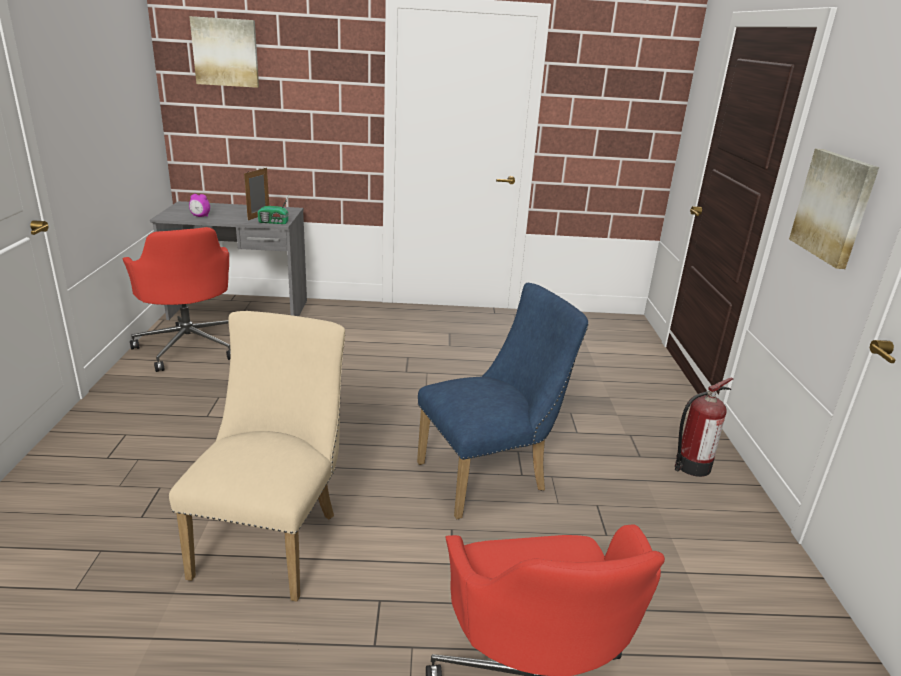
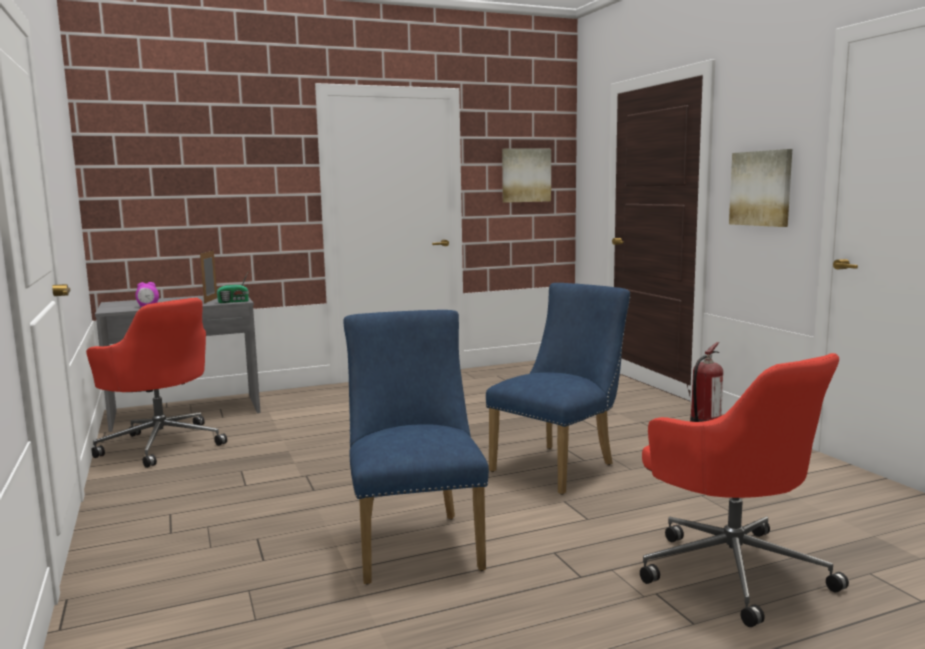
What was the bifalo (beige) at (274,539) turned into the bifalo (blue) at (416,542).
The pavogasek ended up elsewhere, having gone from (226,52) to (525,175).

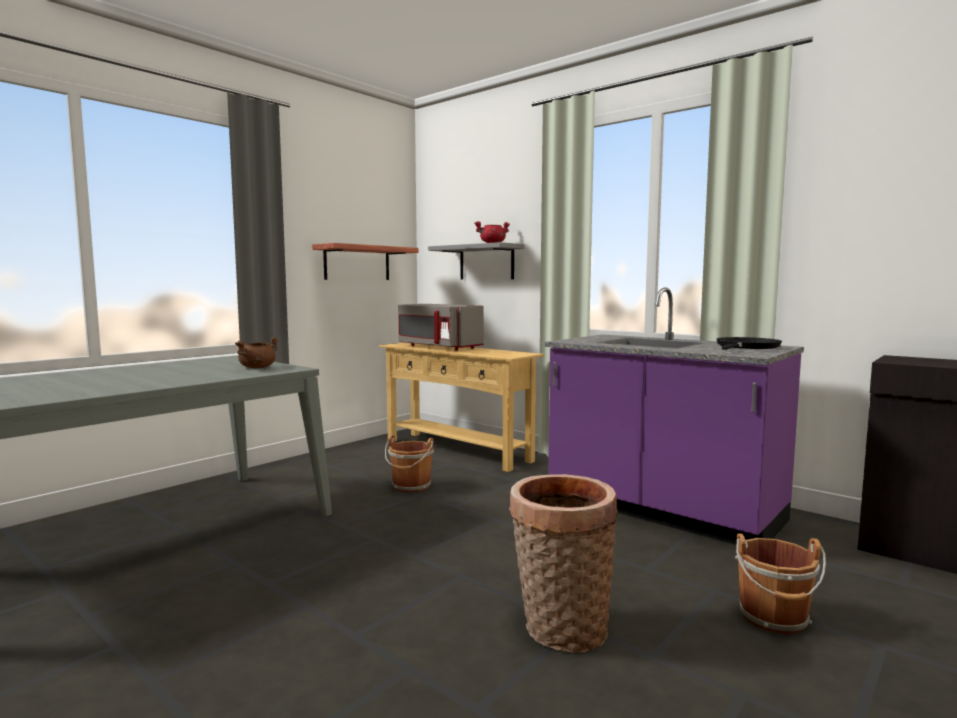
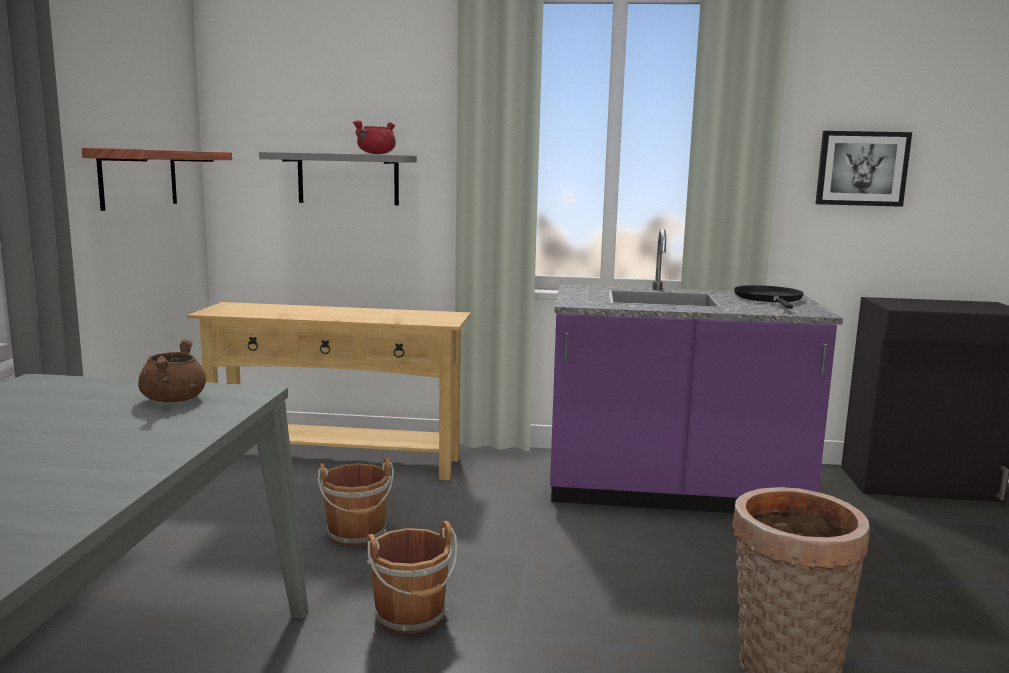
The second view lost the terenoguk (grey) at (438,347).
The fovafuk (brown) ended up elsewhere, having gone from (774,619) to (412,617).
The second view gained the pavogasek at (861,168).

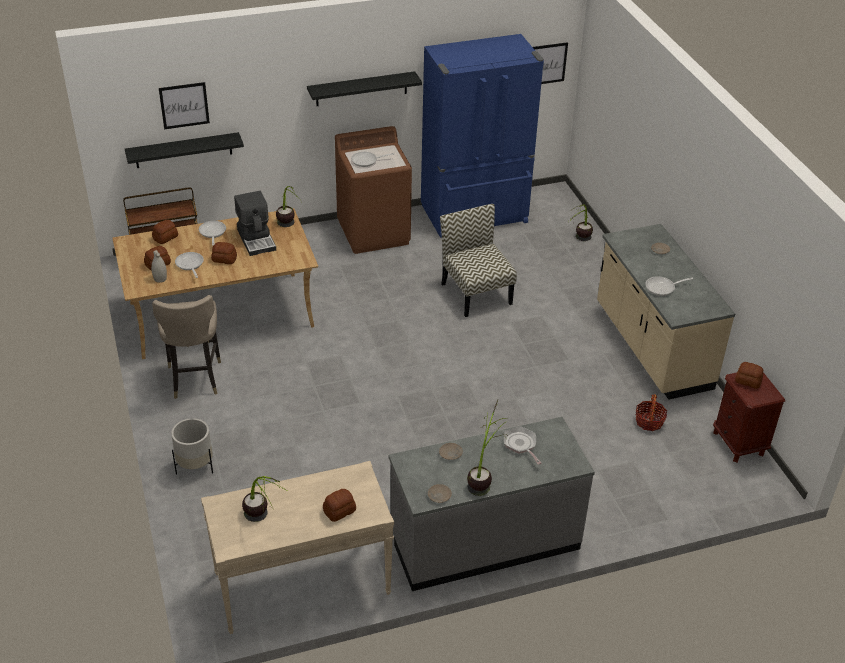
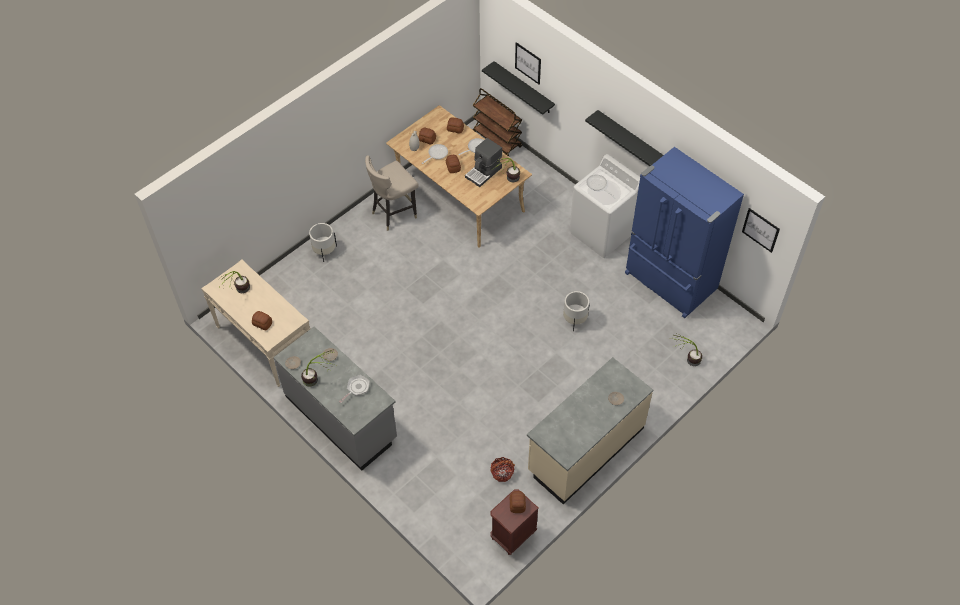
What was the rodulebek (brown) at (374,232) turned into the rodulebek (white) at (602,233).
Where the bifalo stood at (475,293), the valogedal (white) came to stand at (575,319).
The second view lost the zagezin at (662,288).

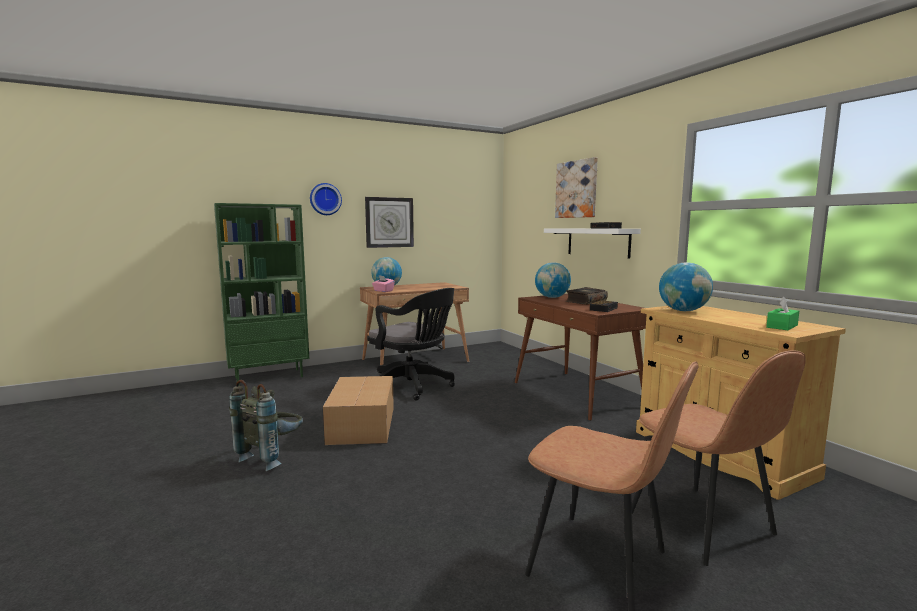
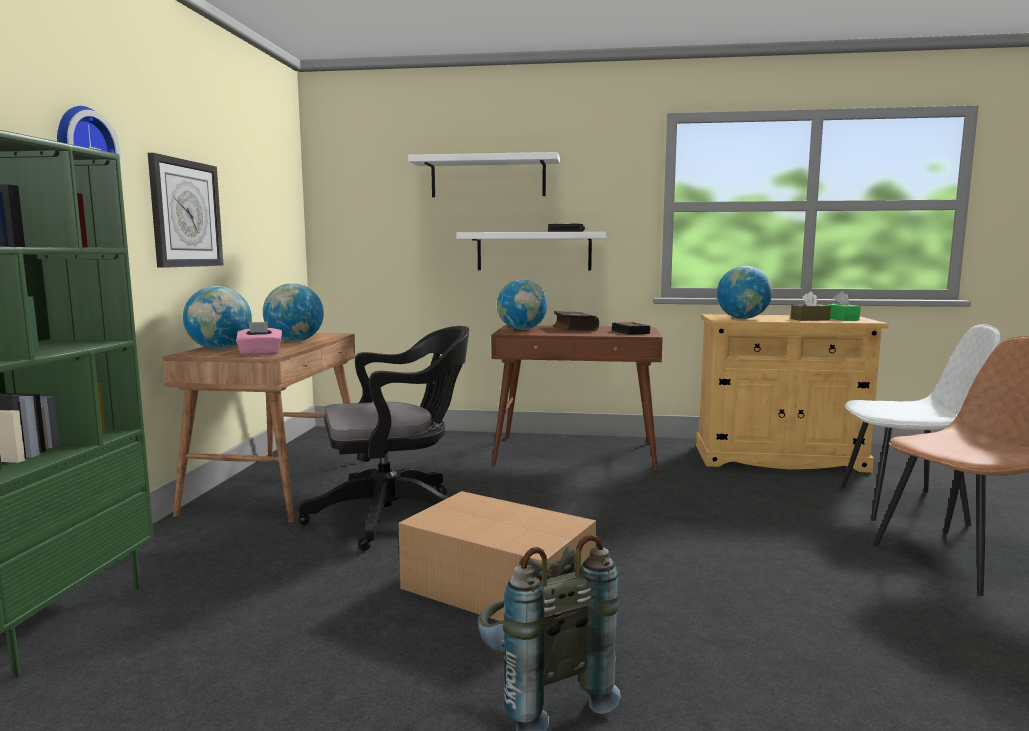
Where the pavogasek hung at (576,189), the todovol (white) came to hang at (488,177).
What was the bifalo (brown) at (703,525) turned into the bifalo (white) at (905,506).
The second view gained the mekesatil at (294,341).
The second view gained the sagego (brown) at (809,319).

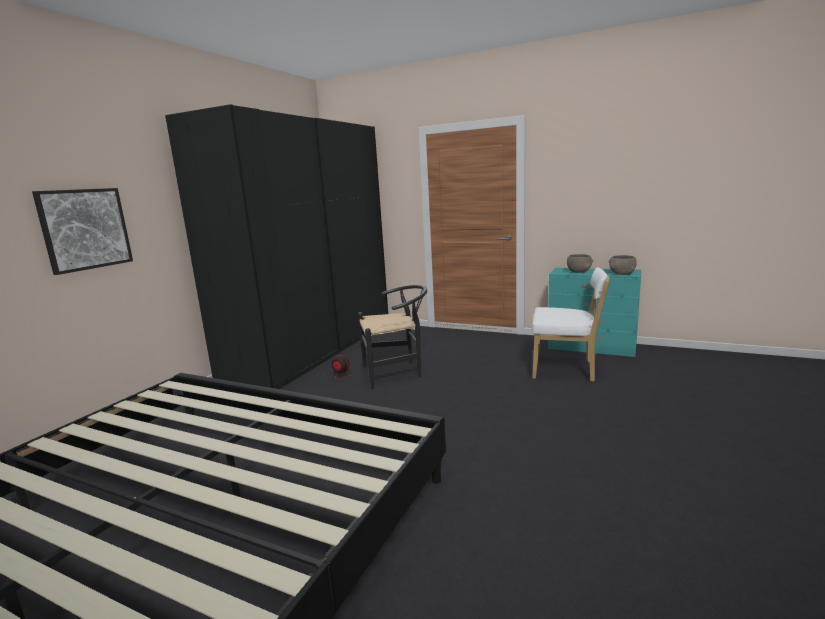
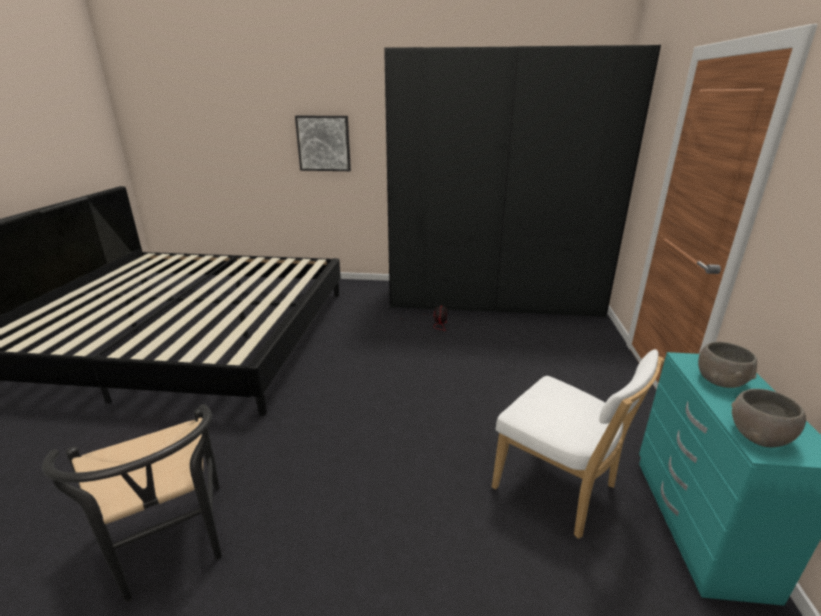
The bifalo (black) ended up elsewhere, having gone from (397,372) to (170,548).
The bifalo (white) at (566,370) ended up facing another way, 45 degrees counterclockwise from before.

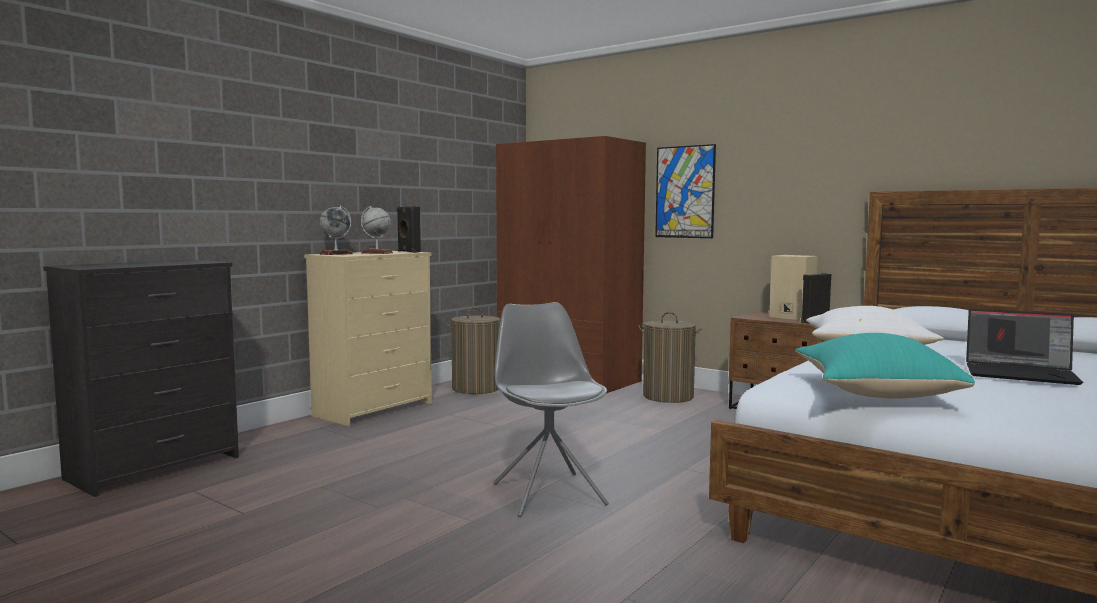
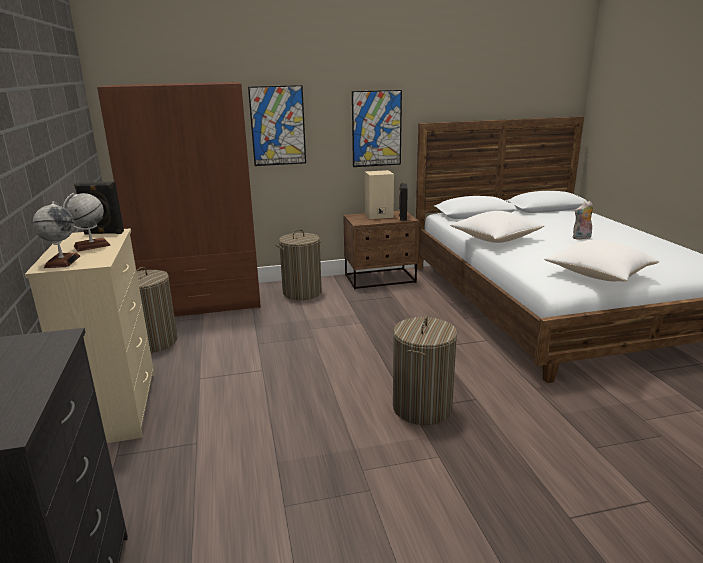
Where the bifalo (grey) stood at (548,493), the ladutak came to stand at (422,407).
What was the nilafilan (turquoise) at (873,394) turned into the nilafilan (white) at (596,276).
Where the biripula stood at (1021,374), the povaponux came to stand at (581,238).
The second view gained the pavogasek at (376,129).

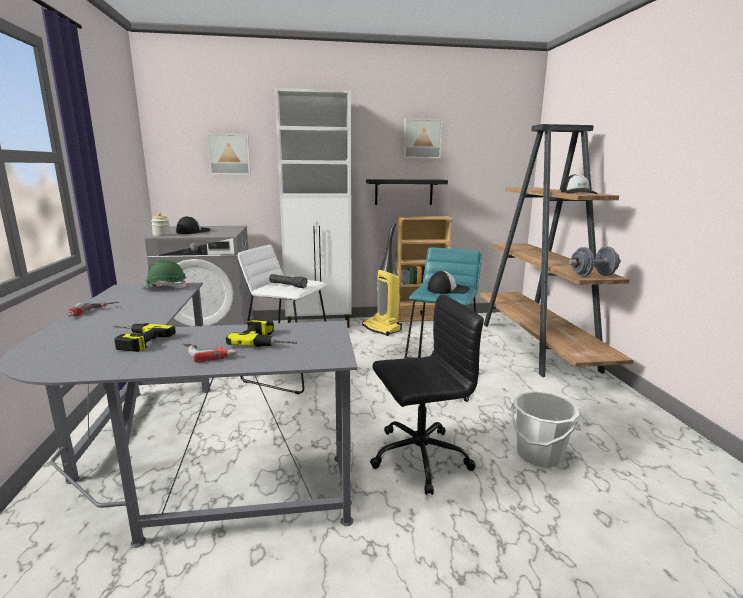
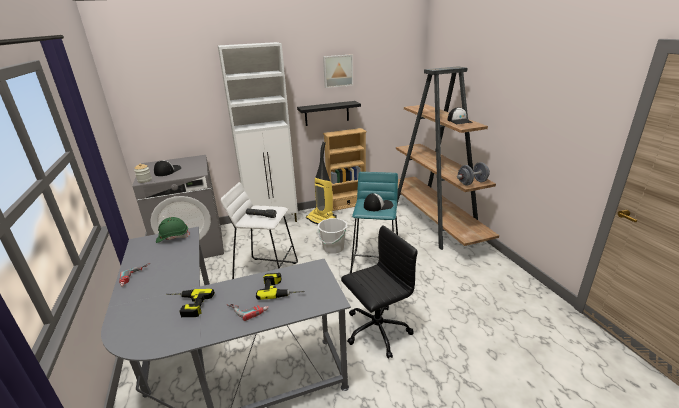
The second view lost the pavogasek at (229,154).
The fovafuk (white) ended up elsewhere, having gone from (538,455) to (333,248).

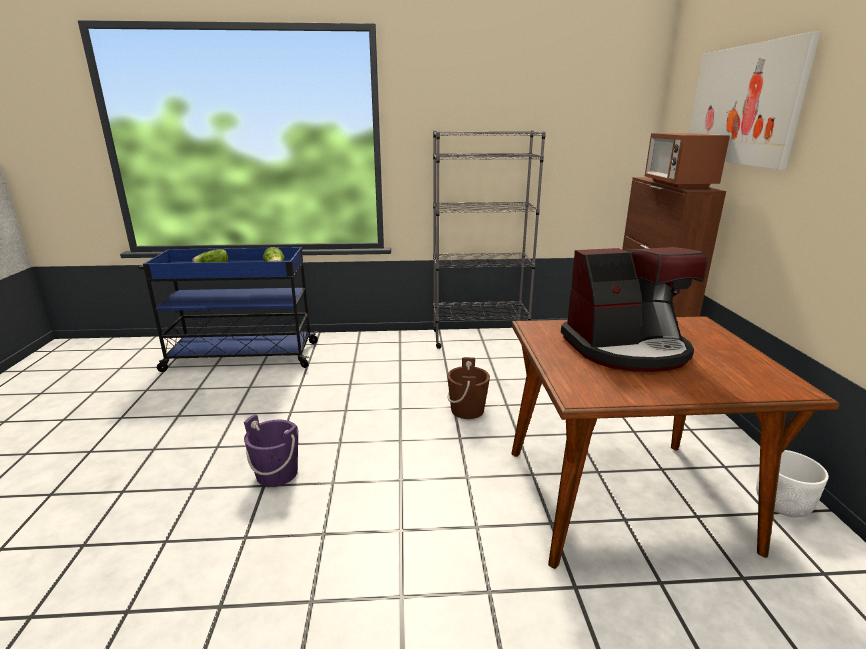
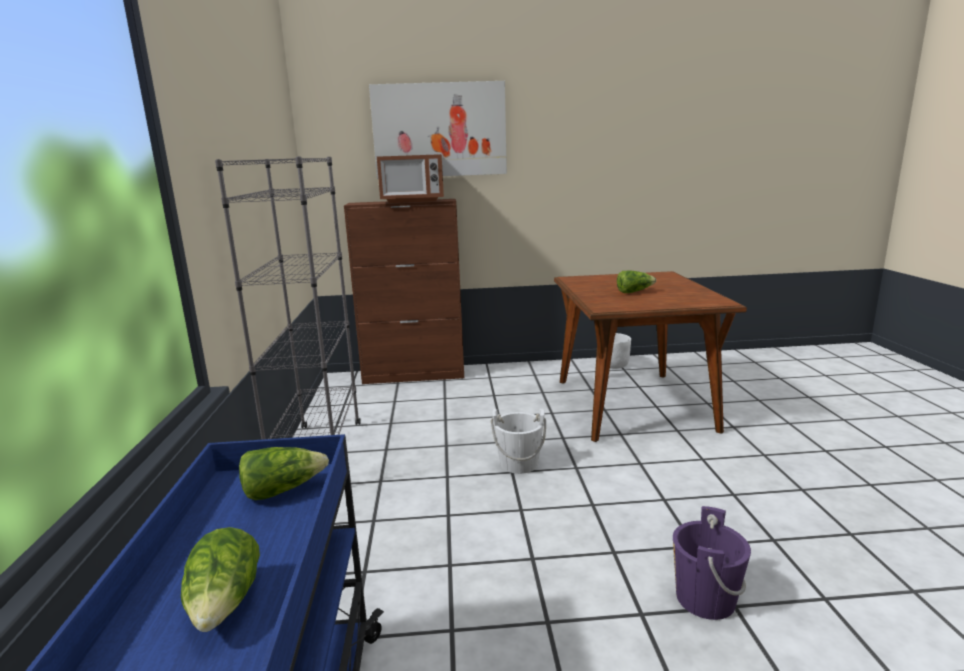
What was the fovafuk (brown) at (467,410) turned into the fovafuk (white) at (519,463).
Where the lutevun stood at (626,349), the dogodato came to stand at (634,292).

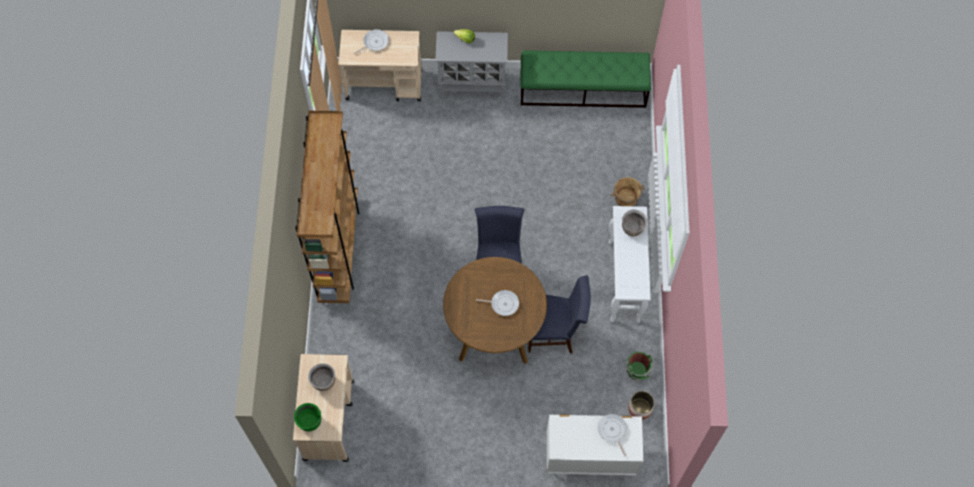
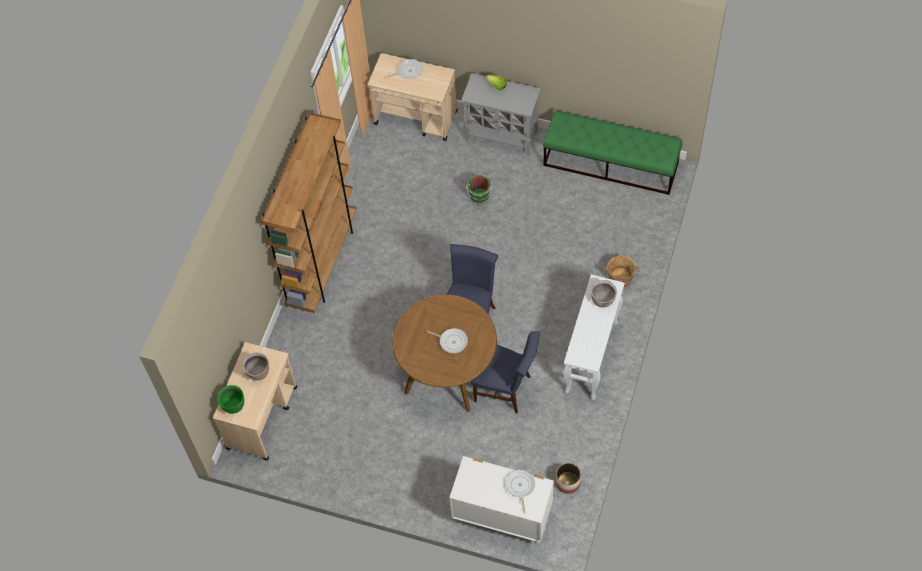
The fovafuk (green) ended up elsewhere, having gone from (637,371) to (479,197).

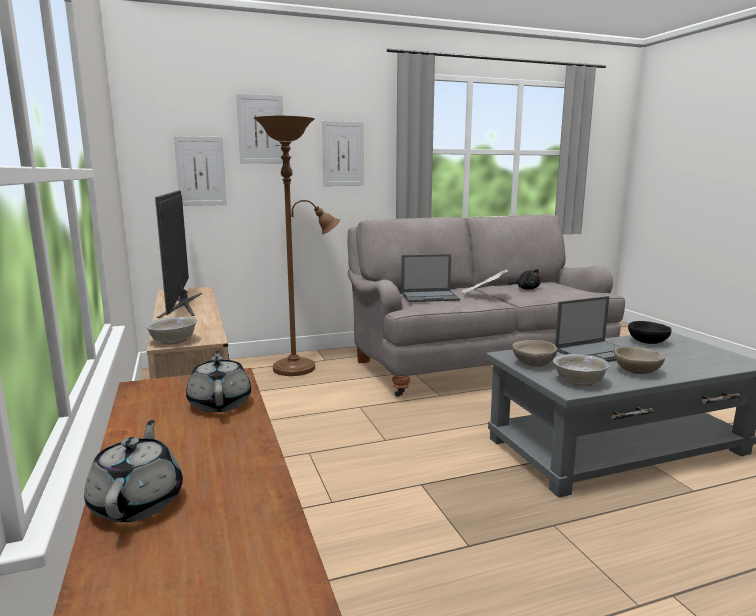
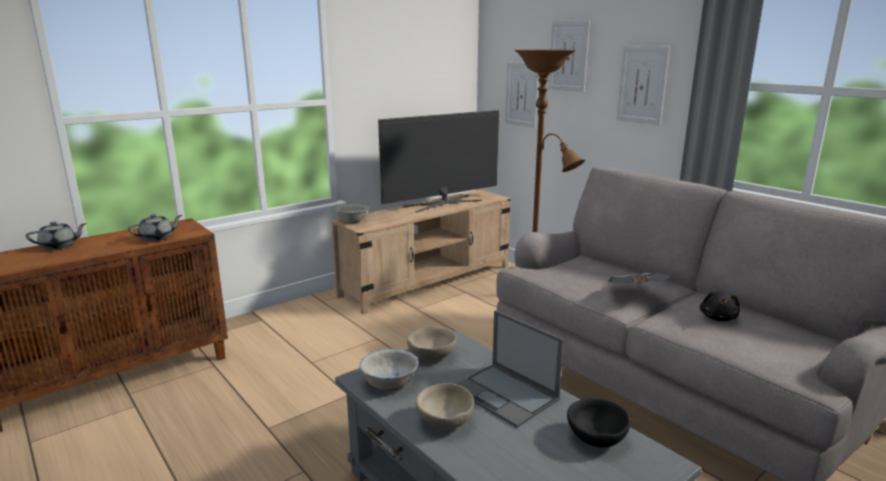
The second view lost the biripula at (430,296).

